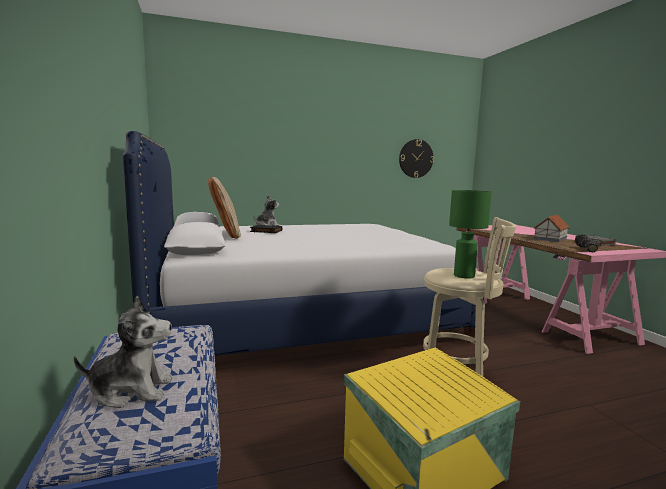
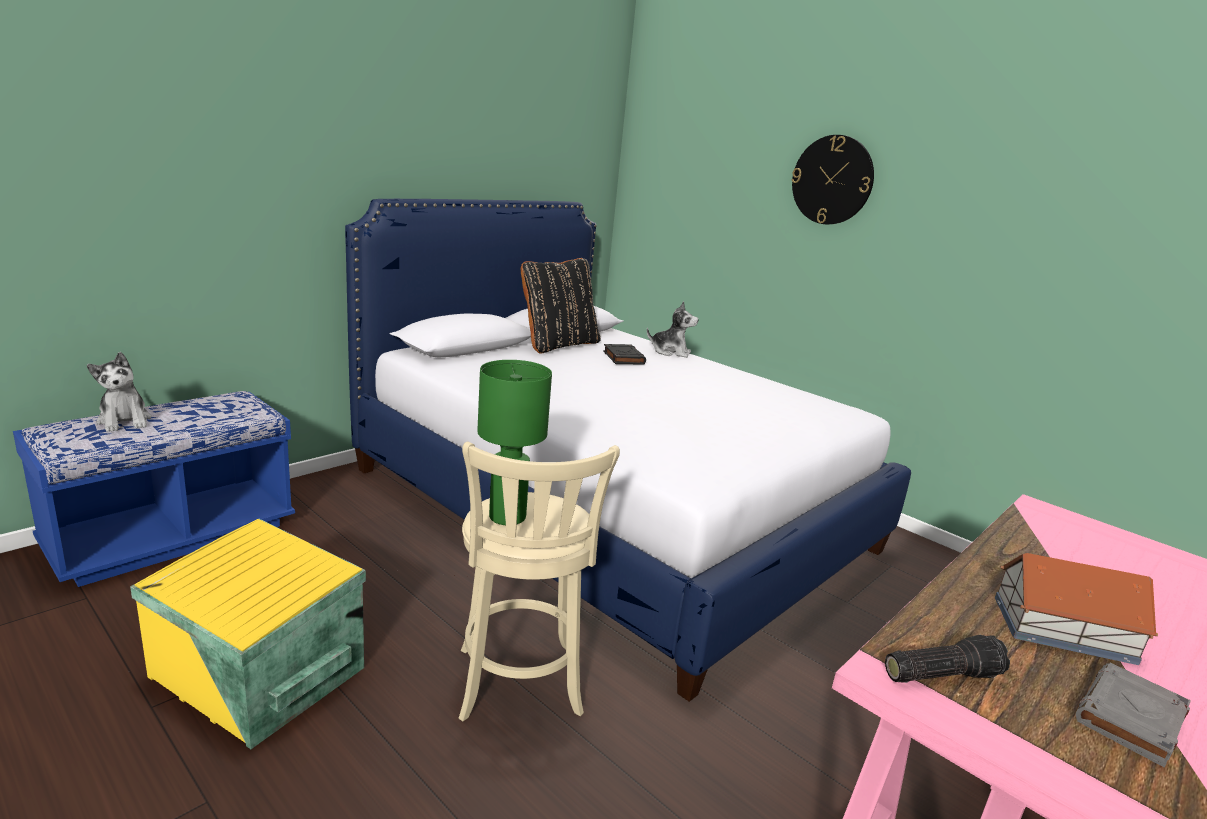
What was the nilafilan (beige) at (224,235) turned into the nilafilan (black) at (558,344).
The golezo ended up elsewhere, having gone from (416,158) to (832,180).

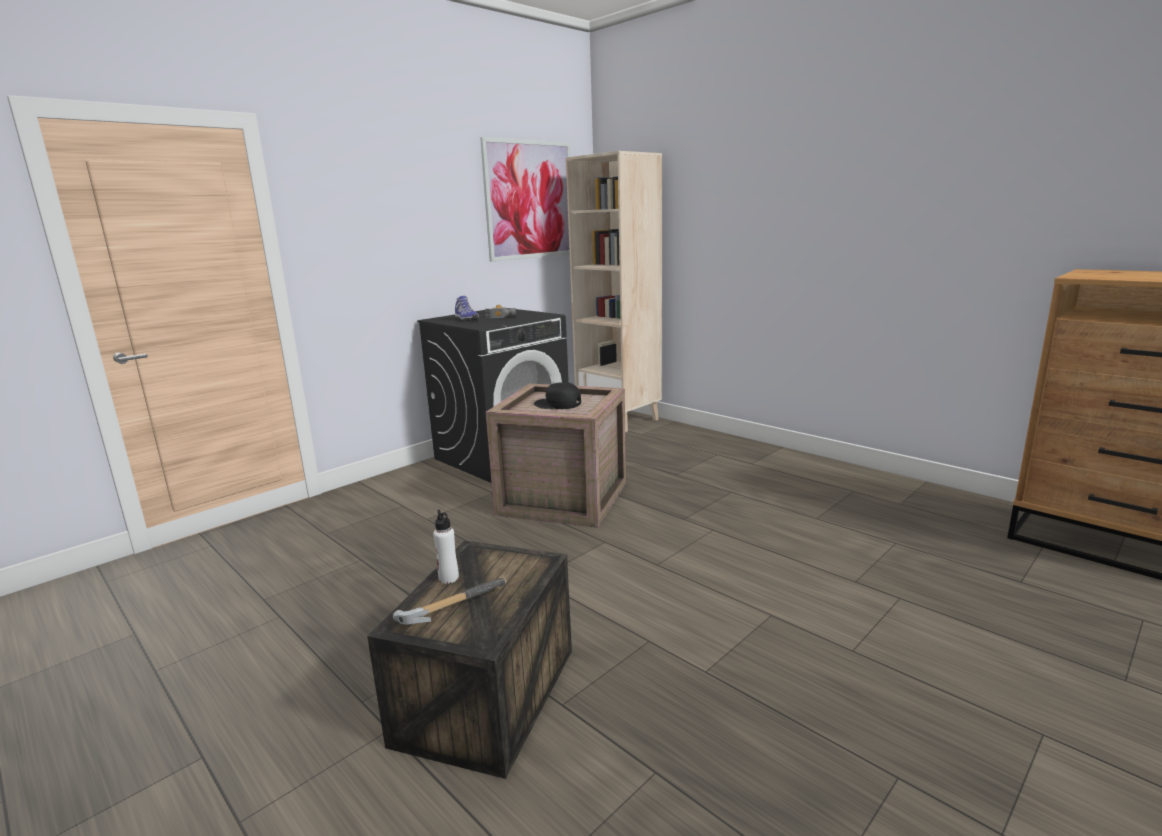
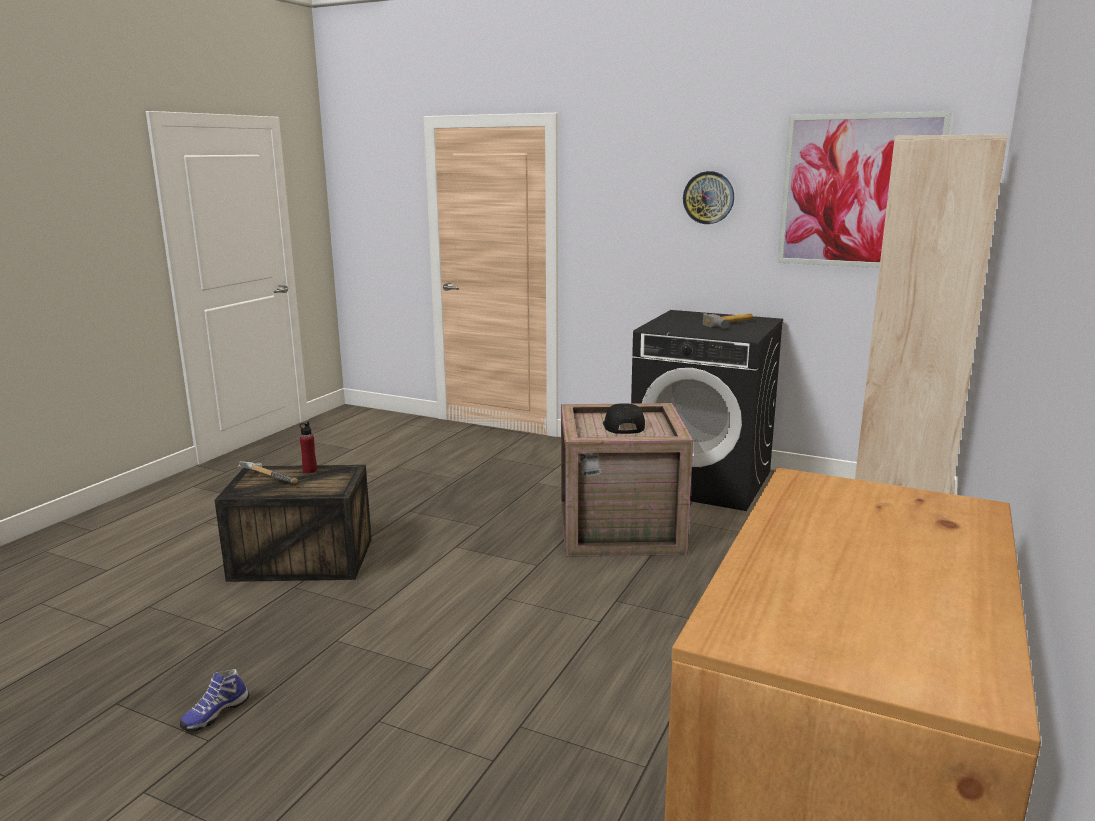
What was the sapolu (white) at (448,578) turned into the sapolu (red) at (310,470).
The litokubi ended up elsewhere, having gone from (465,319) to (215,713).
The second view gained the golezo at (708,197).

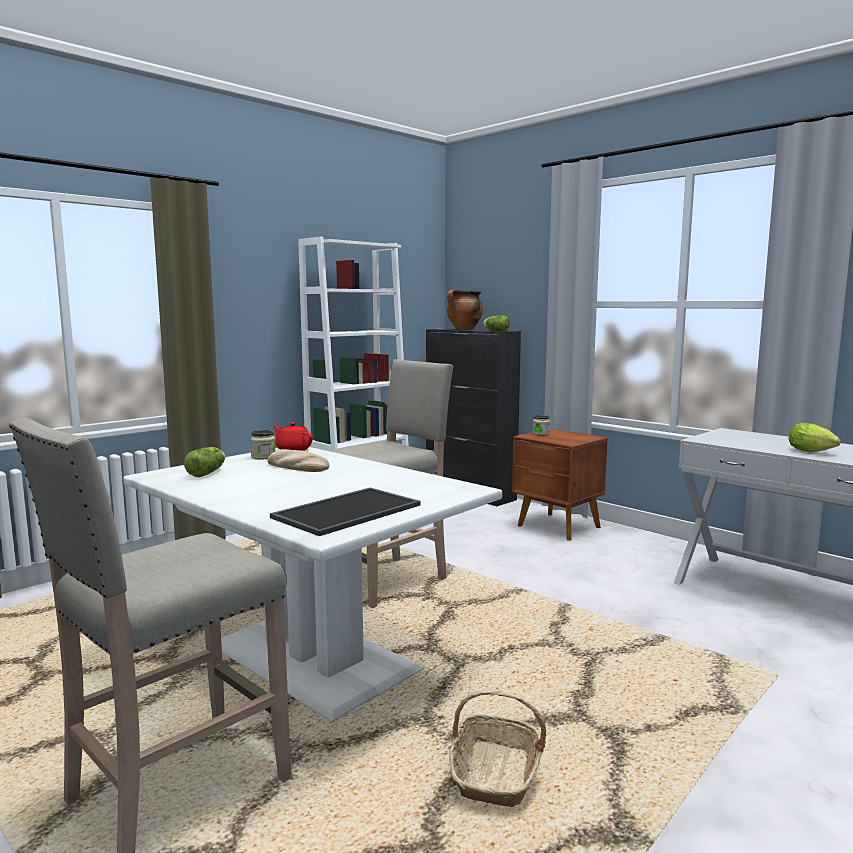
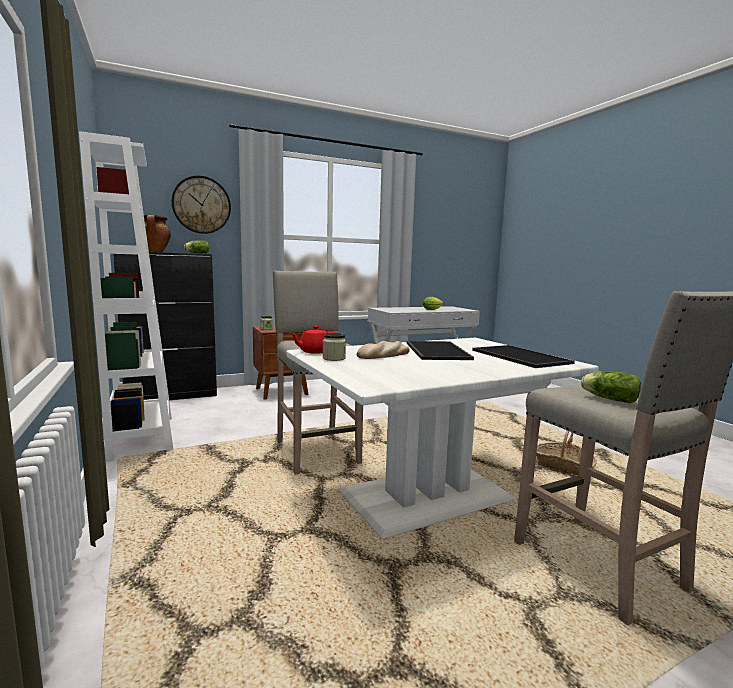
The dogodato ended up elsewhere, having gone from (208,473) to (608,399).
The second view gained the golezo at (201,205).
The second view gained the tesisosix at (435,351).

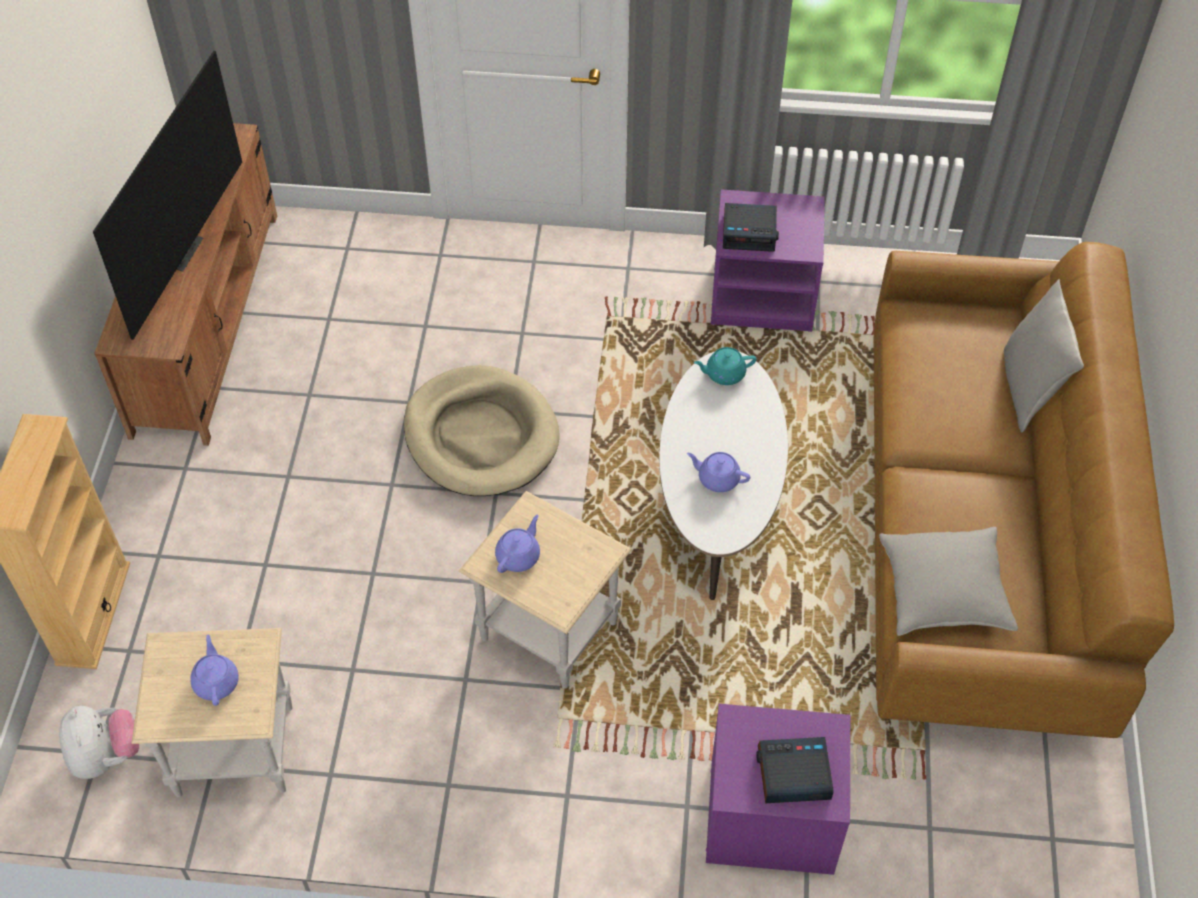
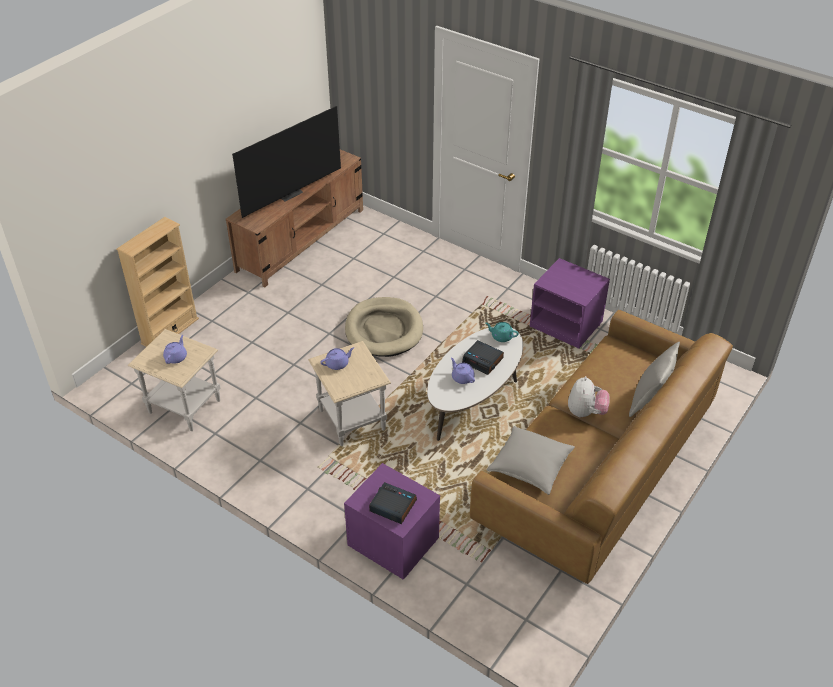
The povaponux ended up elsewhere, having gone from (105,756) to (586,412).
The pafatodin ended up elsewhere, having gone from (749,232) to (483,360).

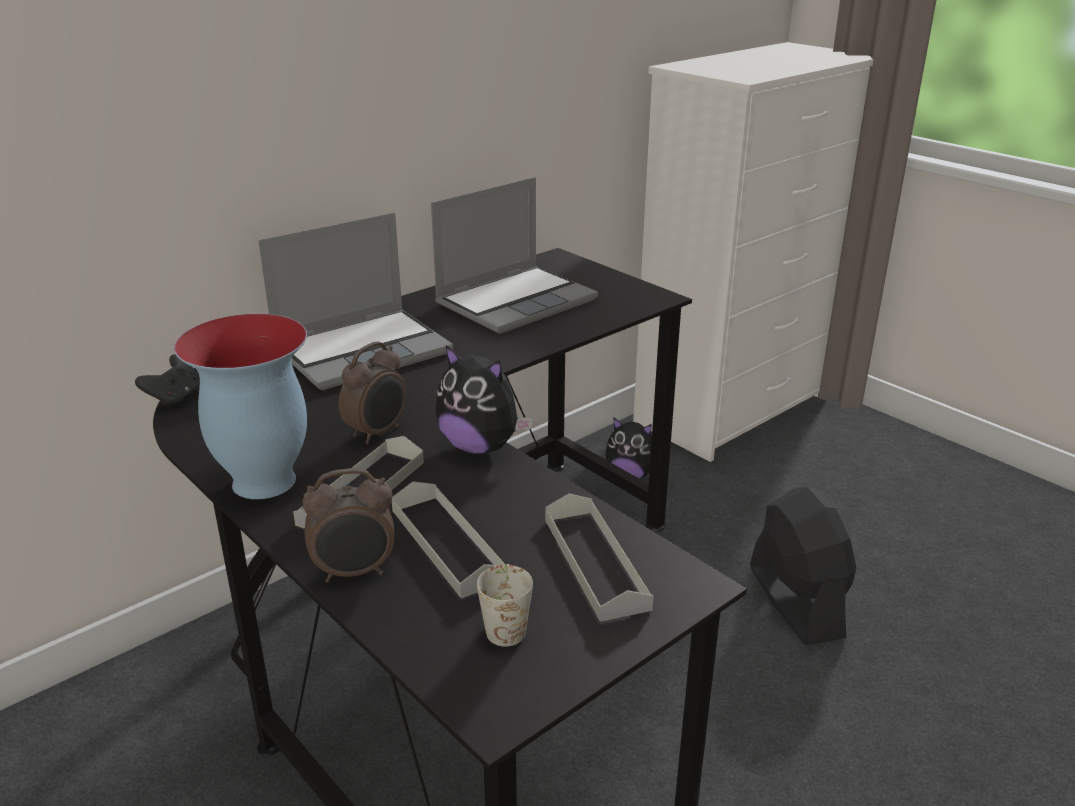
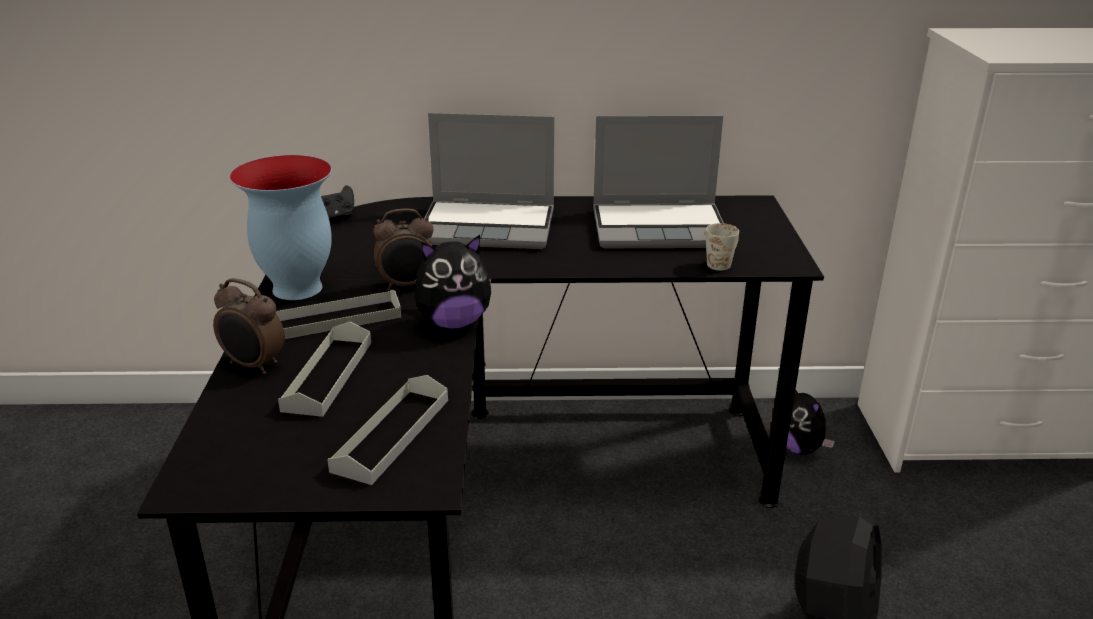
The povaponux at (481,446) ended up facing another way, 90 degrees counterclockwise from before.
The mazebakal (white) ended up elsewhere, having gone from (505,623) to (722,262).

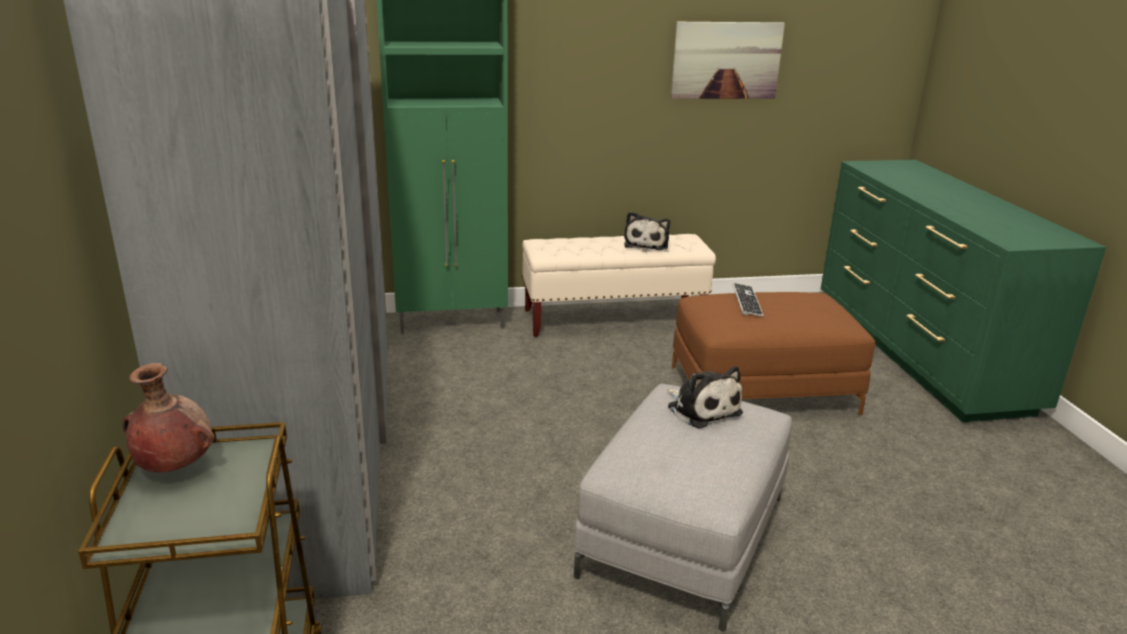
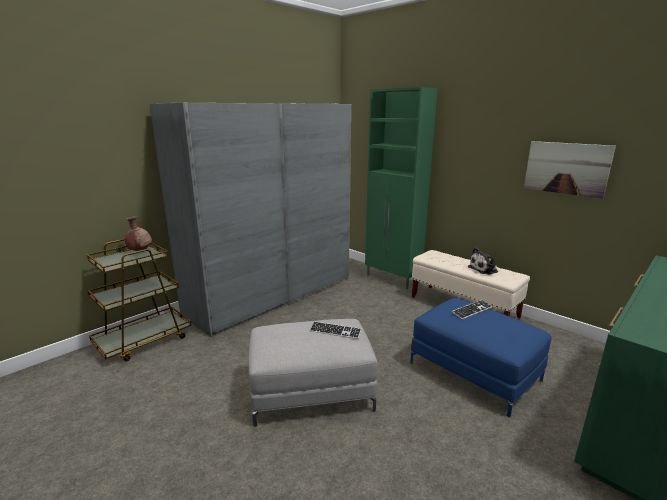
Where the povaponux stood at (702,409), the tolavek came to stand at (335,331).
What was the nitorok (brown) at (763,390) turned into the nitorok (blue) at (473,371).

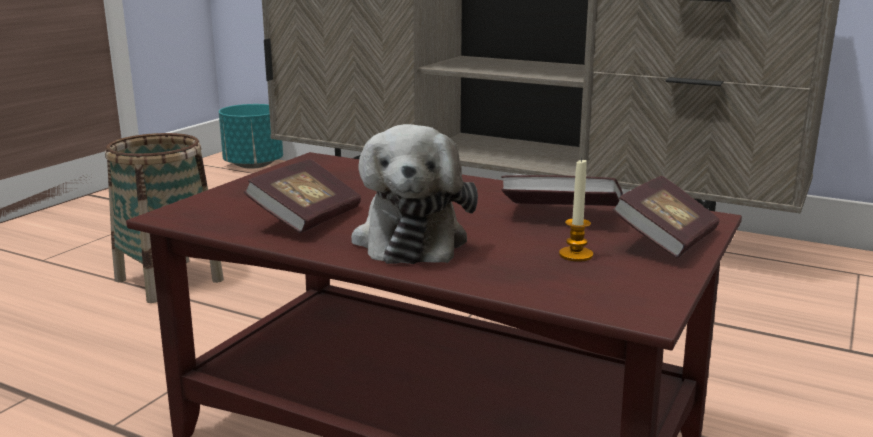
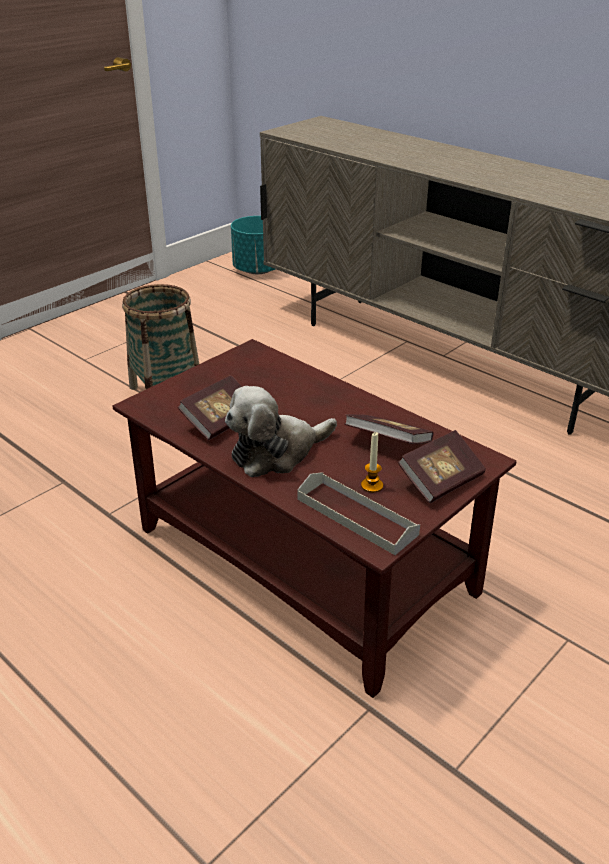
The povaponux at (411,239) ended up facing another way, 45 degrees clockwise from before.
The second view gained the tesisosix (grey) at (356,516).

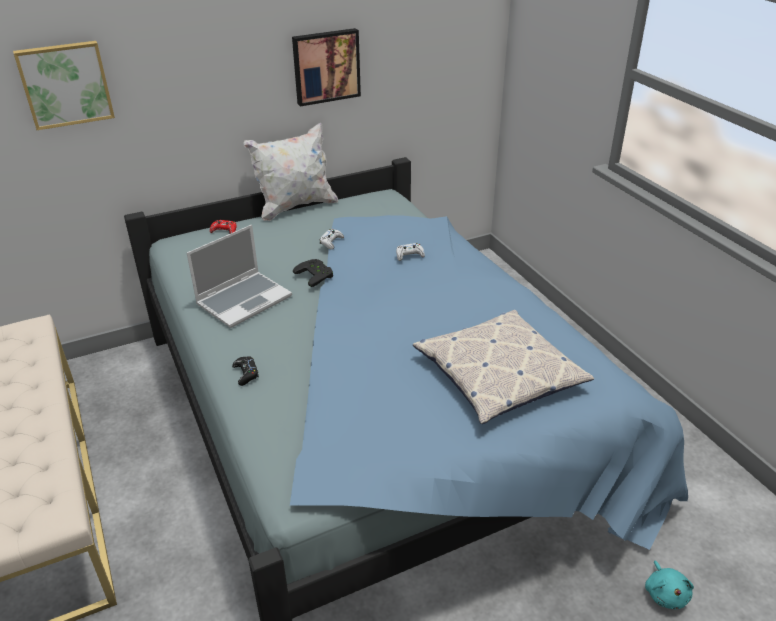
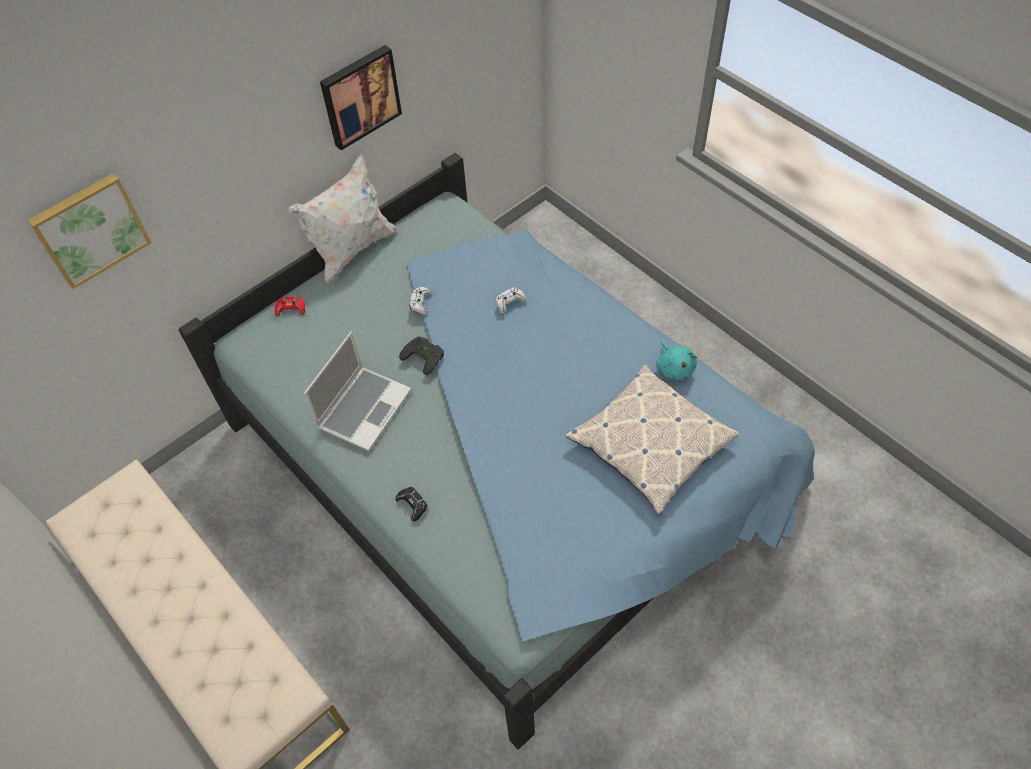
The povaponux (turquoise) ended up elsewhere, having gone from (665,594) to (674,368).

